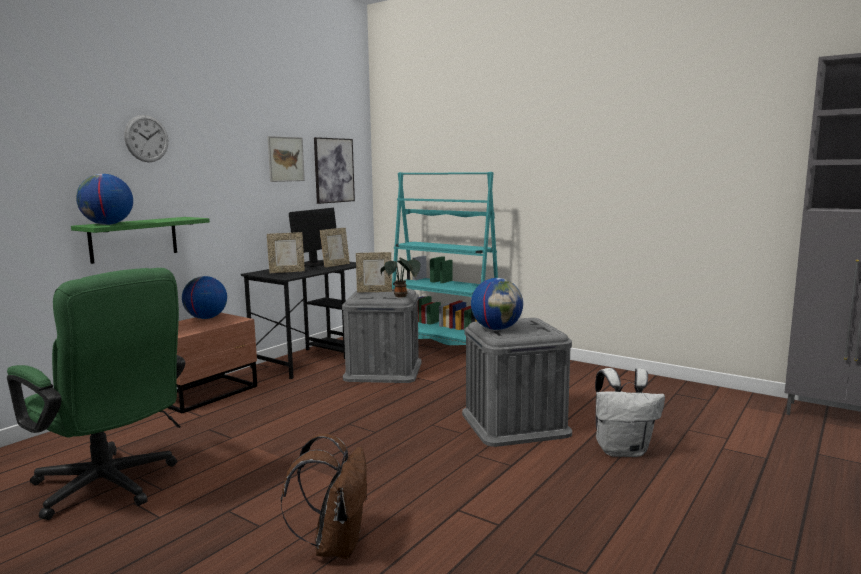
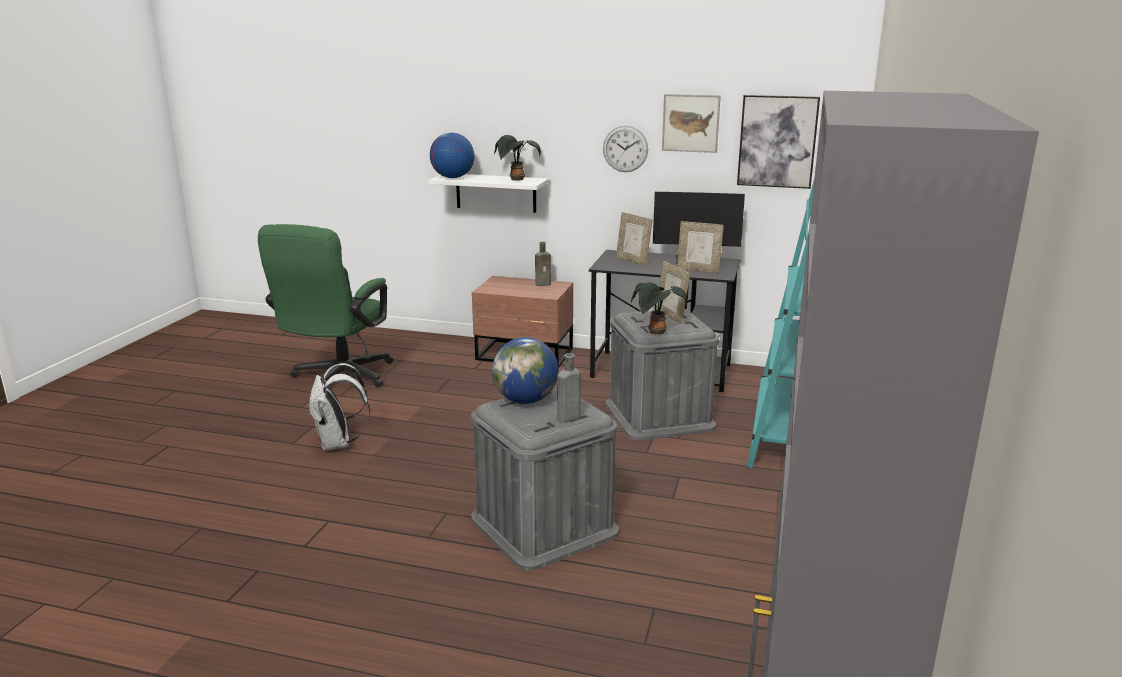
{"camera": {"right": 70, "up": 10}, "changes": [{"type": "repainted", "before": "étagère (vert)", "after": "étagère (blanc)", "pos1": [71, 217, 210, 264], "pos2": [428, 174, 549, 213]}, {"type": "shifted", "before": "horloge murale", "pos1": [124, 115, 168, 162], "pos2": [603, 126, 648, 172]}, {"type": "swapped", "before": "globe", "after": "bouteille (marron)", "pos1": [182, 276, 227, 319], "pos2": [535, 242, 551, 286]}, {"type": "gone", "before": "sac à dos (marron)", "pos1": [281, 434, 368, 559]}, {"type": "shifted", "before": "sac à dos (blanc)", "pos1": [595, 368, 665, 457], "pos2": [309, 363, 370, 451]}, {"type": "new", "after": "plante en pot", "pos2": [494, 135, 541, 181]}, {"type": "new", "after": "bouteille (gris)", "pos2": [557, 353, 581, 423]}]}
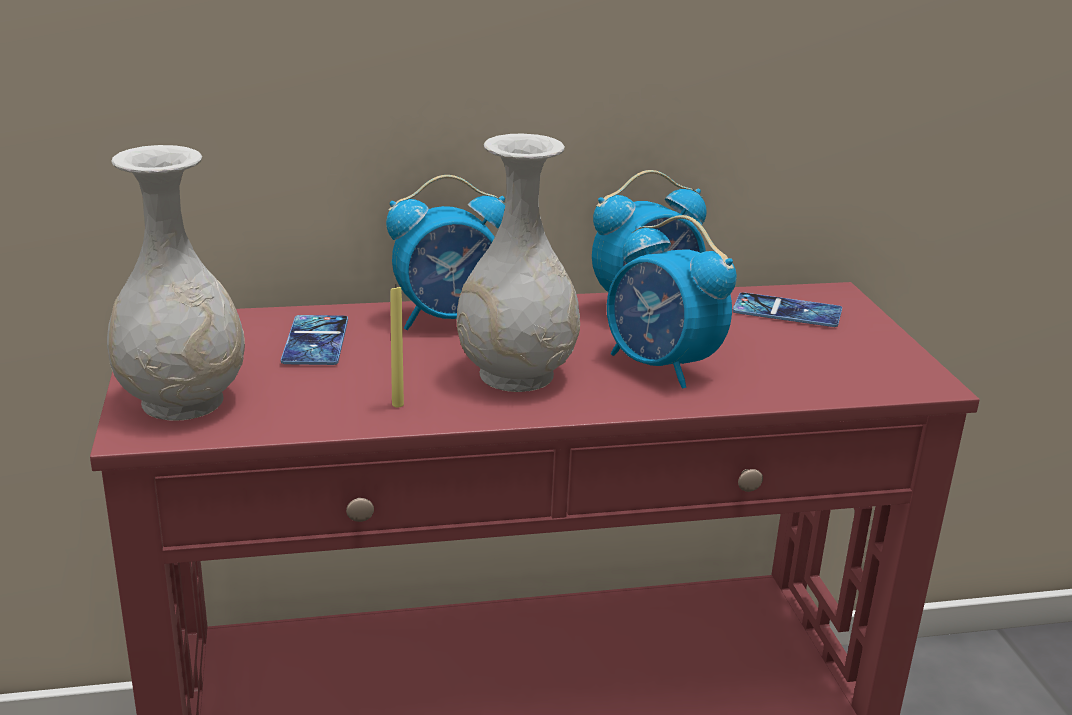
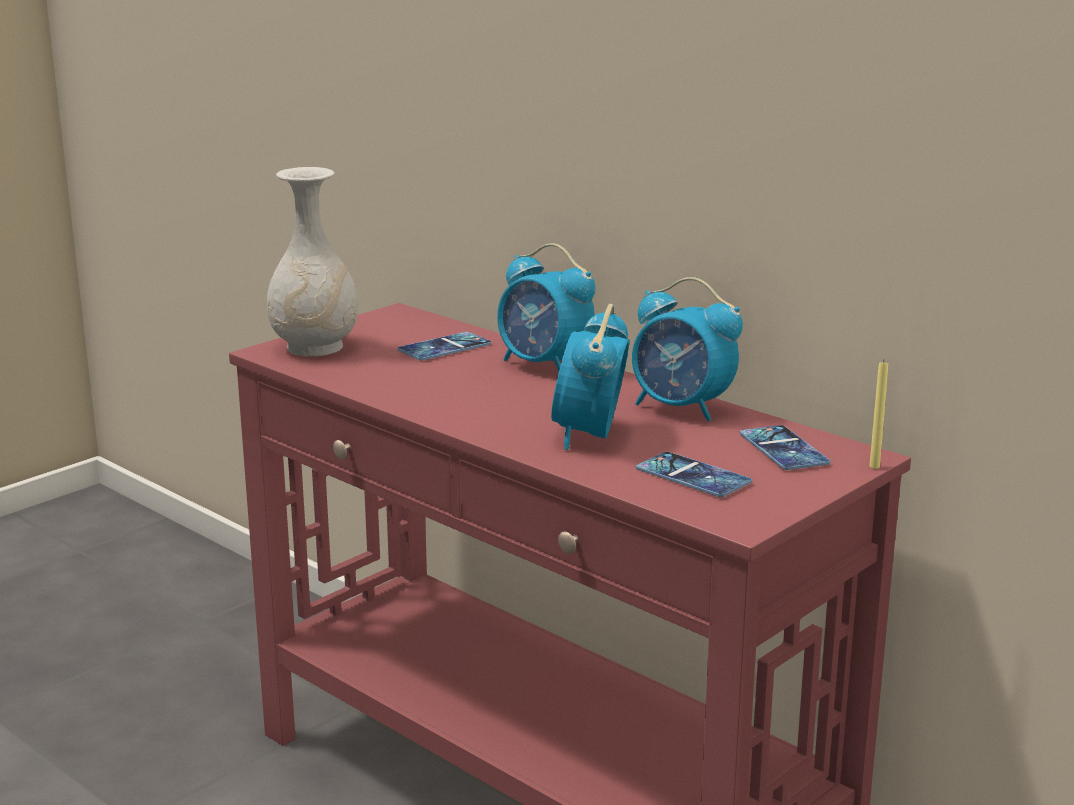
{"camera": {"right": 55, "up": -5}, "changes": [{"type": "shifted", "before": "bougie (jaune)", "pos1": [390, 284, 404, 408], "pos2": [869, 361, 888, 469]}, {"type": "gone", "before": "vase (blanc)", "pos1": [457, 134, 580, 392]}, {"type": "new", "after": "téléphone", "pos2": [636, 452, 752, 497]}]}
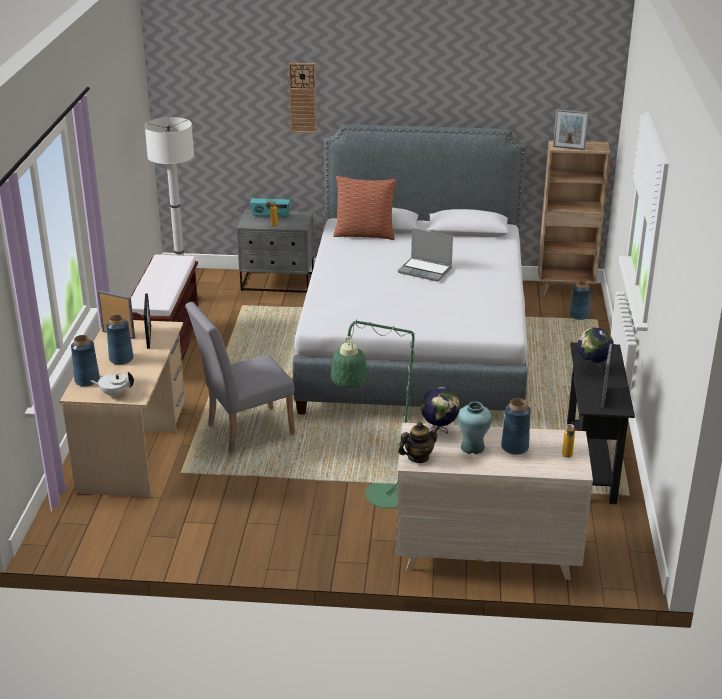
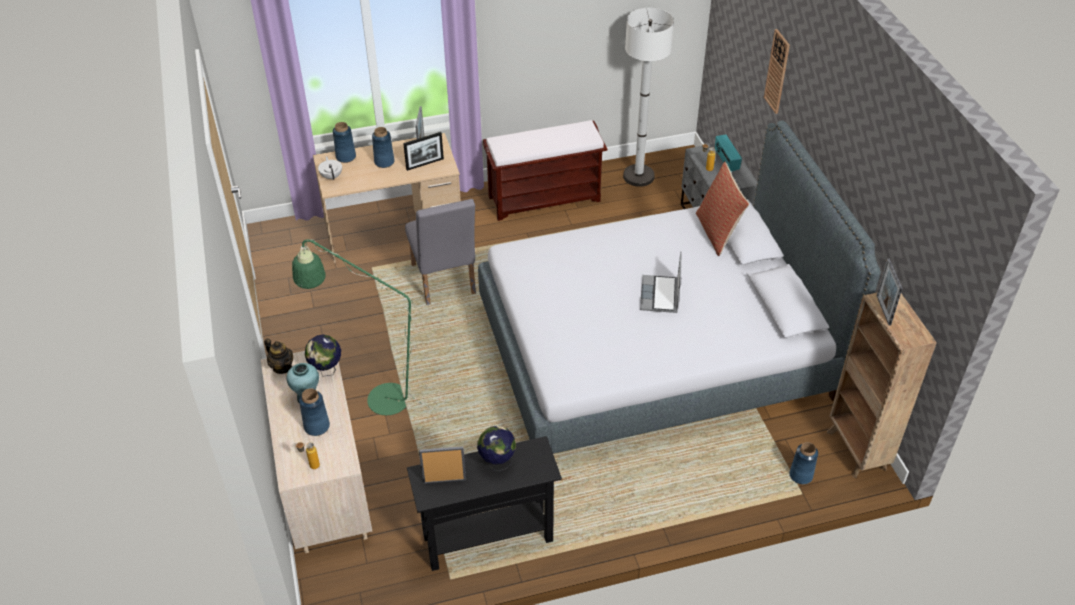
{"camera": {"right": 70, "up": 15}, "changes": [{"type": "rotated", "before": "chaise (gris)", "pos1": [185, 302, 295, 453], "pos2": [405, 199, 476, 305], "turn": -150}]}
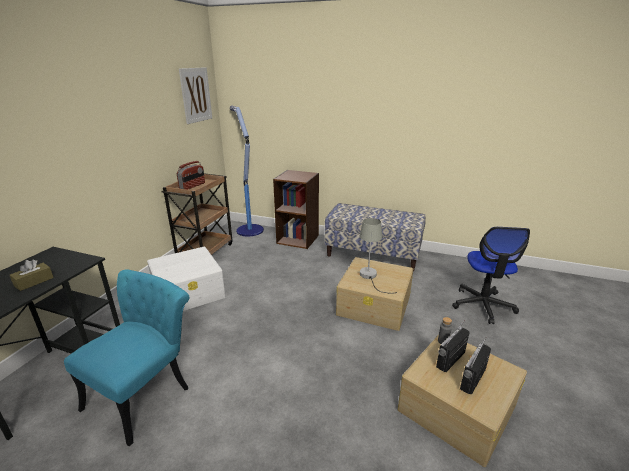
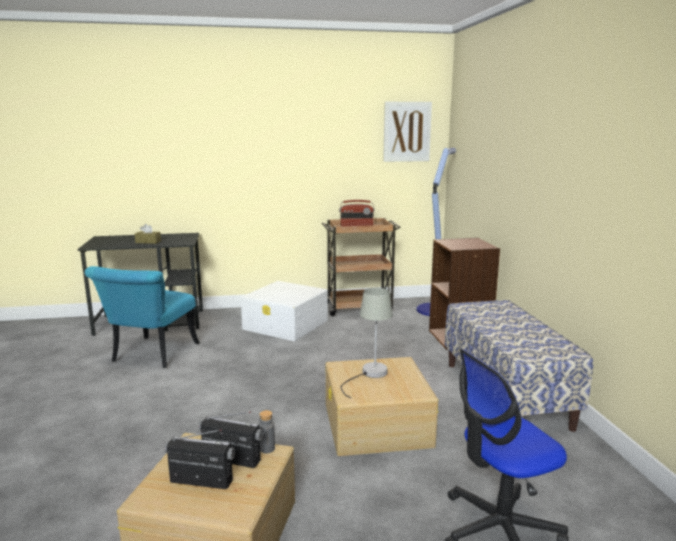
{"camera": {"right": 60, "up": -10}, "changes": [{"type": "rotated", "before": "chaise (turquoise)", "pos1": [64, 270, 190, 447], "pos2": [85, 266, 200, 368], "turn": 105}]}
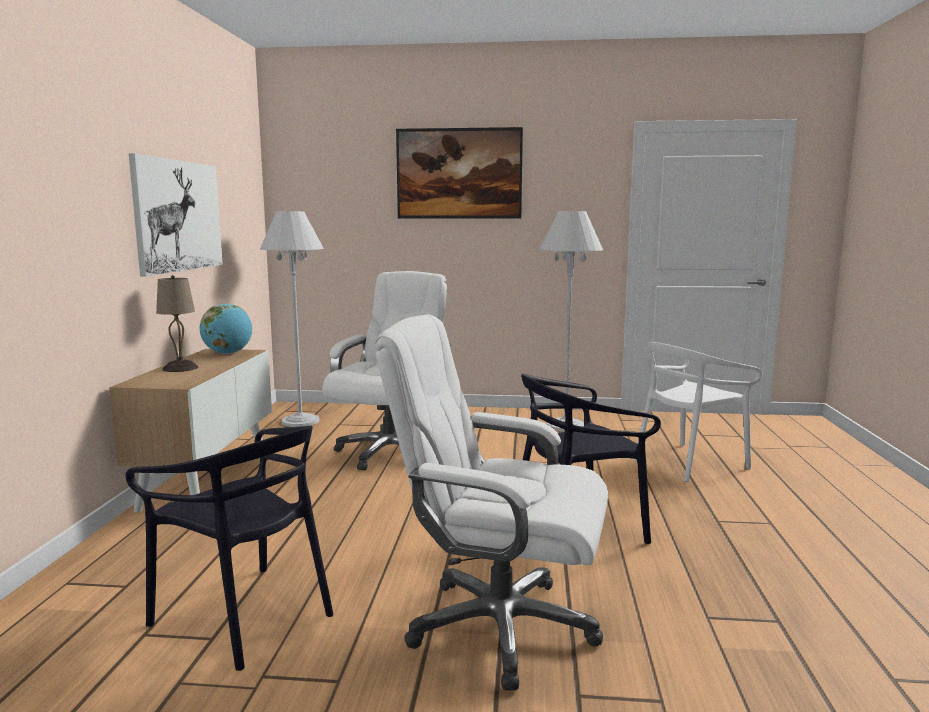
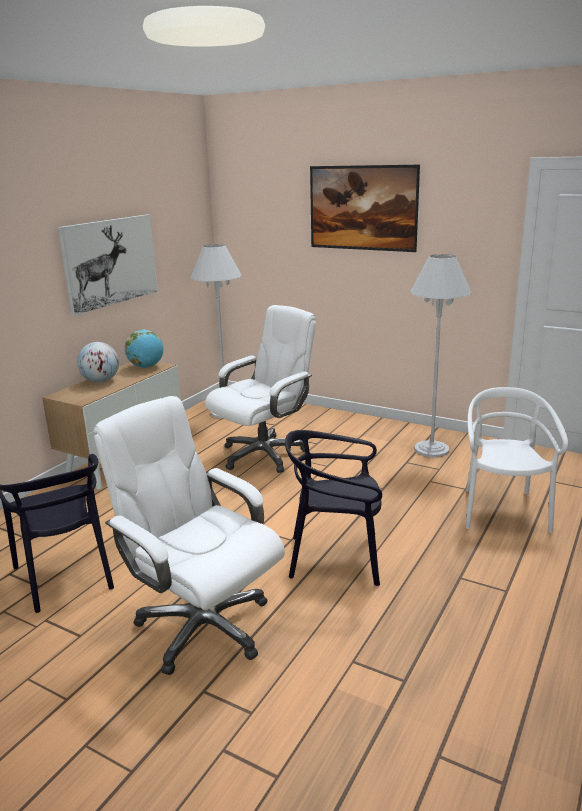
{"camera": {"right": 25, "up": 10}, "changes": [{"type": "swapped", "before": "lampe de table (beige)", "after": "globe", "pos1": [156, 275, 198, 372], "pos2": [77, 342, 119, 383]}, {"type": "rotated", "before": "chaise (blanc)", "pos1": [634, 342, 762, 482], "pos2": [466, 387, 568, 533], "turn": 105}]}
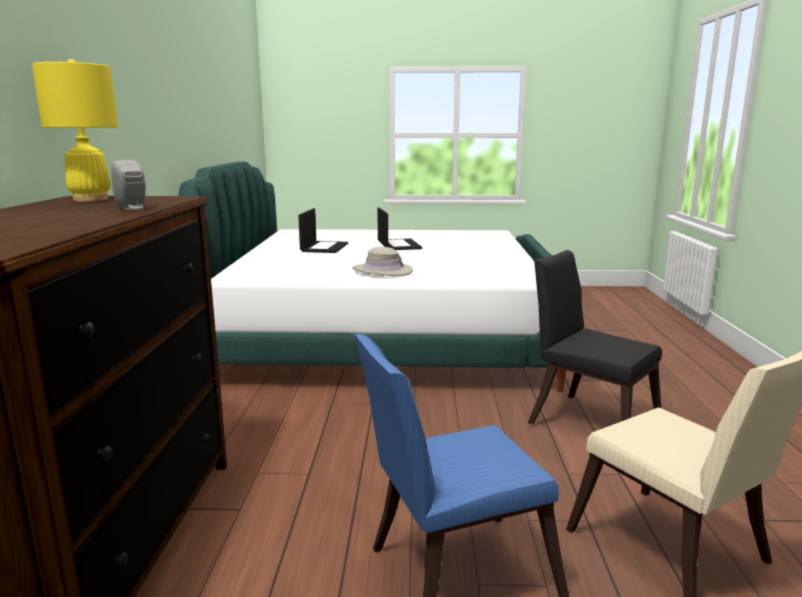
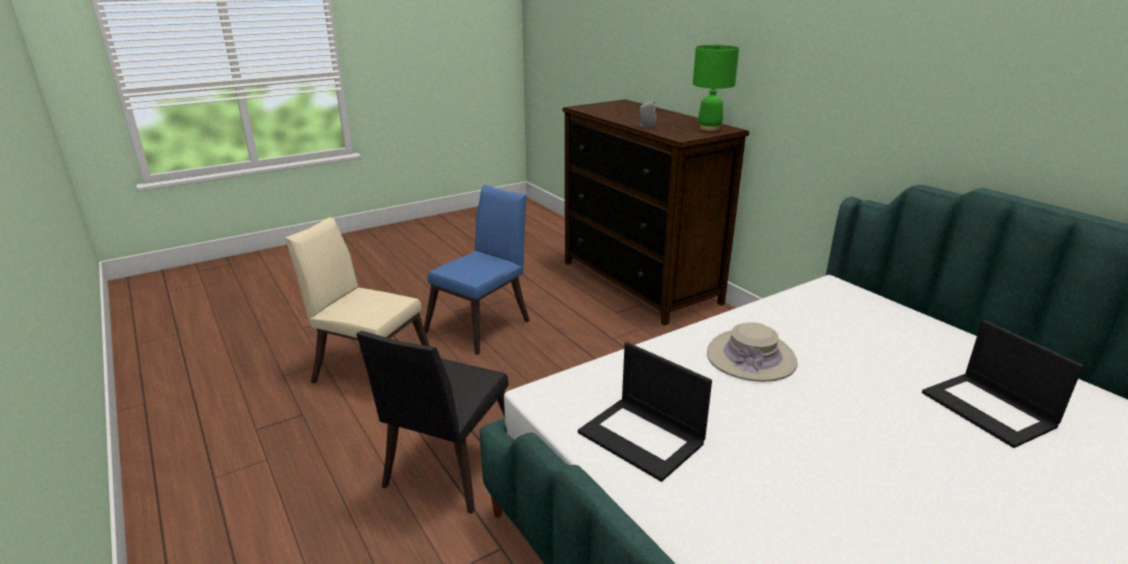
{"camera": {"right": 145, "up": 10}, "changes": [{"type": "repainted", "before": "lampe de table (jaune)", "after": "lampe de table (vert)", "pos1": [32, 59, 118, 202], "pos2": [693, 44, 739, 131]}, {"type": "shifted", "before": "ordinateur portable", "pos1": [377, 207, 422, 250], "pos2": [578, 342, 712, 482]}, {"type": "rotated", "before": "chaise (noir)", "pos1": [528, 250, 662, 424], "pos2": [356, 331, 509, 514], "turn": 105}]}
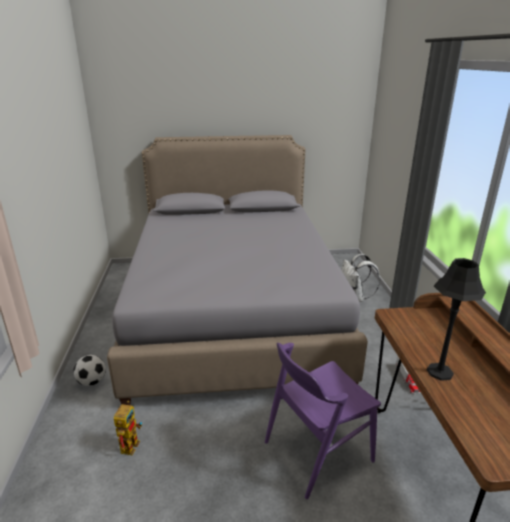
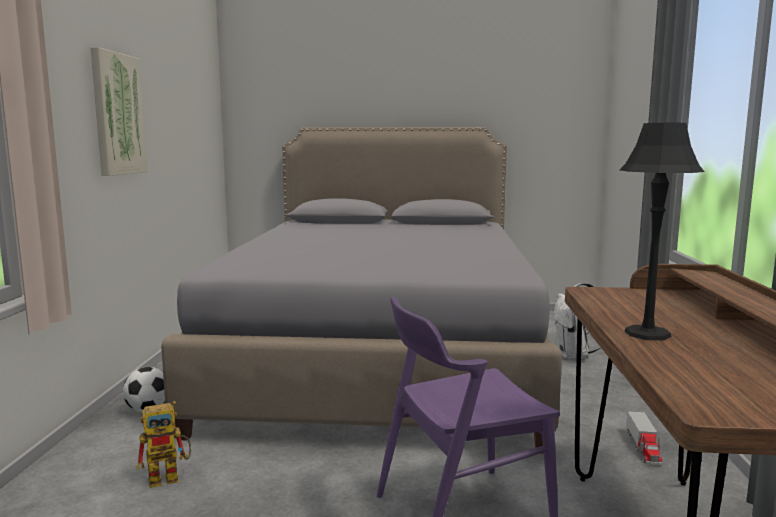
{"camera": {"right": 10, "up": -15}, "changes": [{"type": "rotated", "before": "robot jouet", "pos1": [114, 401, 142, 455], "pos2": [136, 401, 191, 488], "turn": 45}, {"type": "new", "after": "tableau", "pos2": [91, 47, 148, 176]}]}
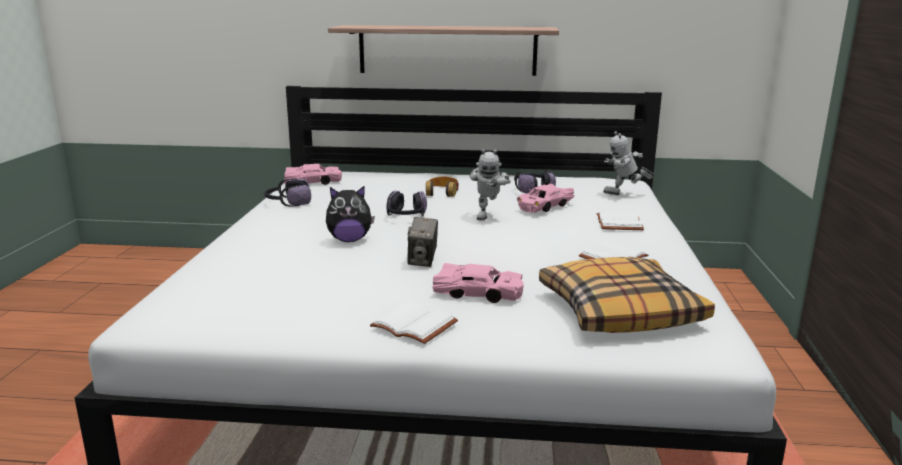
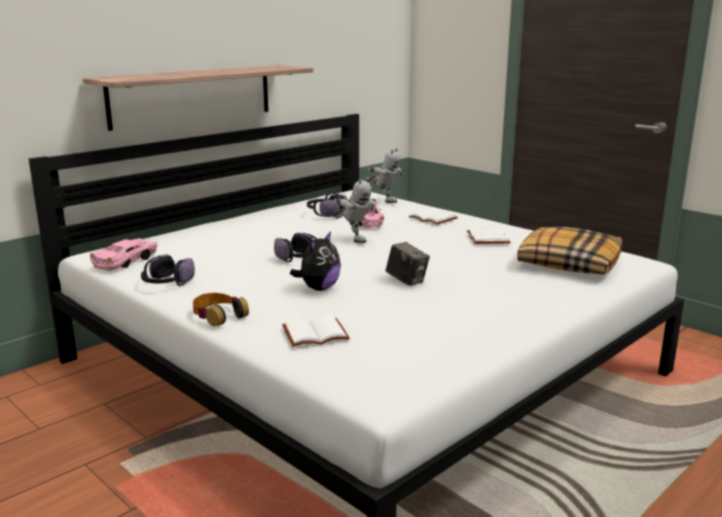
{"camera": {"right": -50, "up": 0}, "changes": [{"type": "shifted", "before": "livre (blanc)", "pos1": [370, 302, 458, 344], "pos2": [282, 315, 350, 347]}, {"type": "shifted", "before": "casque audio", "pos1": [426, 177, 459, 197], "pos2": [193, 293, 249, 326]}, {"type": "gone", "before": "petite voiture (rose)", "pos1": [432, 263, 524, 303]}, {"type": "rotated", "before": "robot jouet", "pos1": [603, 131, 655, 195], "pos2": [365, 148, 404, 203], "turn": -90}]}
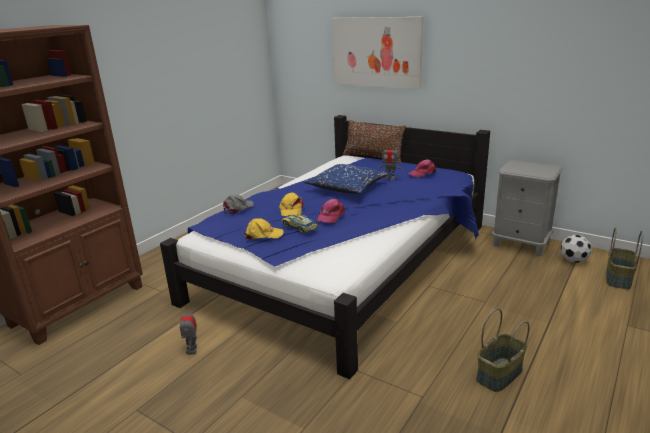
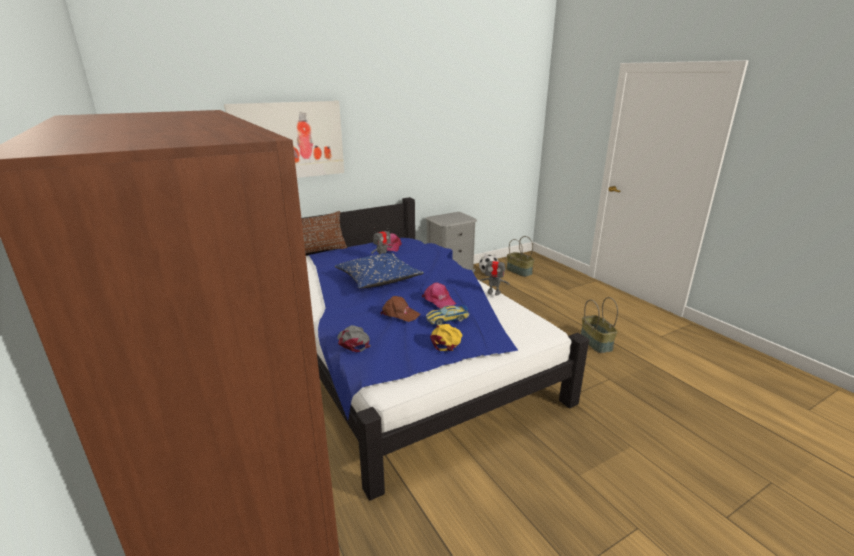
{"camera": {"right": -65, "up": 0}, "changes": [{"type": "shifted", "before": "robot jouet", "pos1": [180, 304, 197, 355], "pos2": [480, 254, 510, 295]}, {"type": "repainted", "before": "casquette (jaune)", "after": "casquette (marron)", "pos1": [279, 193, 304, 216], "pos2": [381, 296, 420, 322]}]}
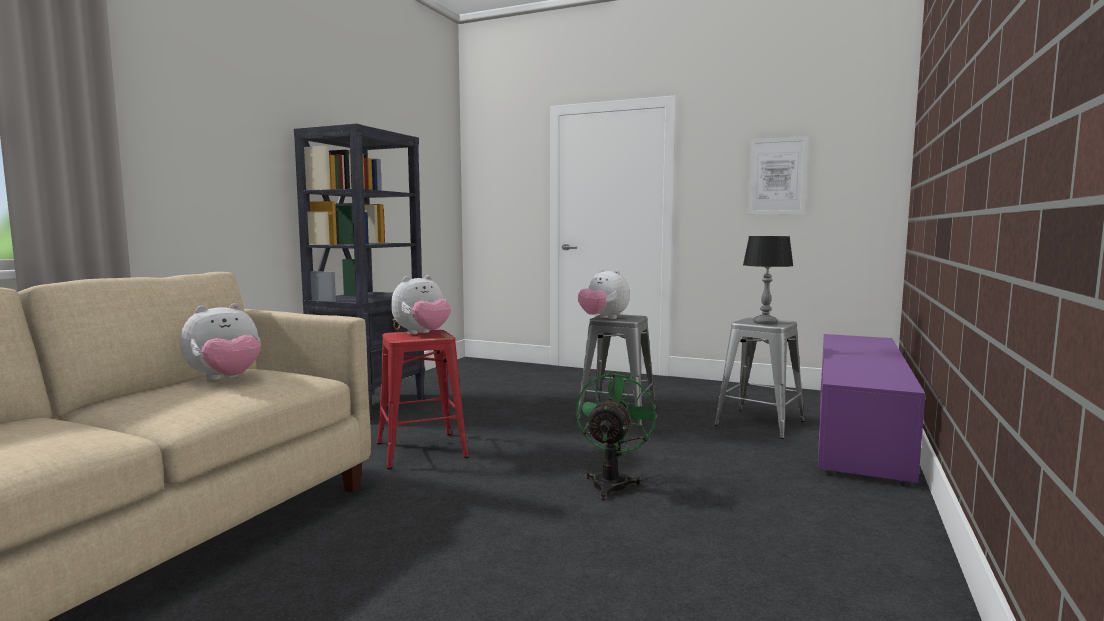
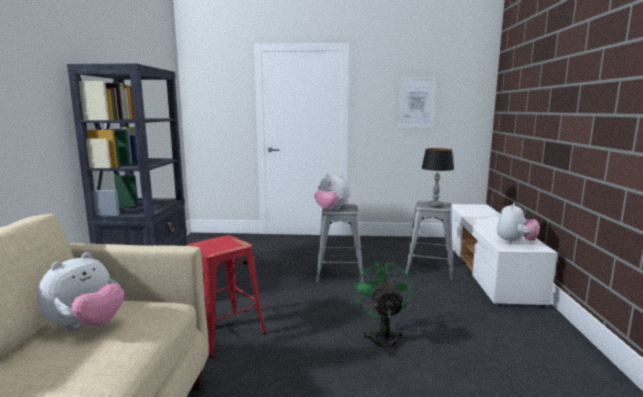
{"camera": {"right": -20, "up": 5}, "changes": [{"type": "shifted", "before": "peluche", "pos1": [391, 275, 451, 334], "pos2": [496, 203, 540, 244]}, {"type": "repainted", "before": "meuble télé (violet)", "after": "meuble télé (blanc)", "pos1": [818, 334, 925, 487], "pos2": [452, 204, 557, 308]}]}
